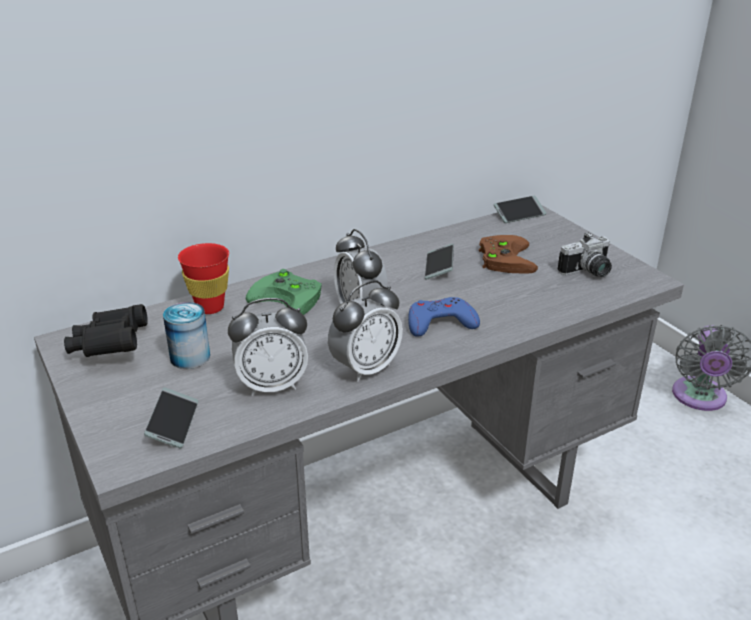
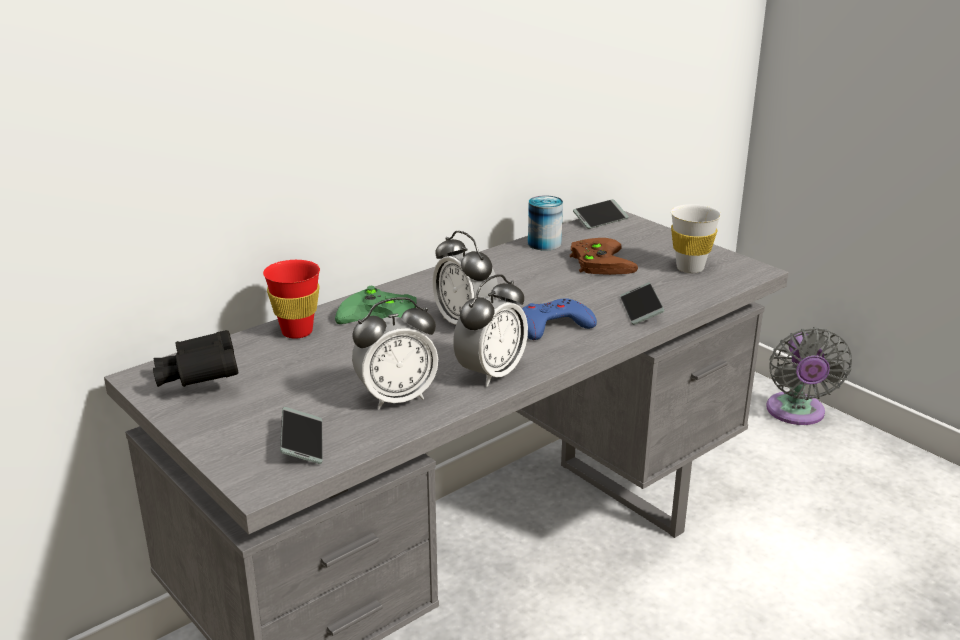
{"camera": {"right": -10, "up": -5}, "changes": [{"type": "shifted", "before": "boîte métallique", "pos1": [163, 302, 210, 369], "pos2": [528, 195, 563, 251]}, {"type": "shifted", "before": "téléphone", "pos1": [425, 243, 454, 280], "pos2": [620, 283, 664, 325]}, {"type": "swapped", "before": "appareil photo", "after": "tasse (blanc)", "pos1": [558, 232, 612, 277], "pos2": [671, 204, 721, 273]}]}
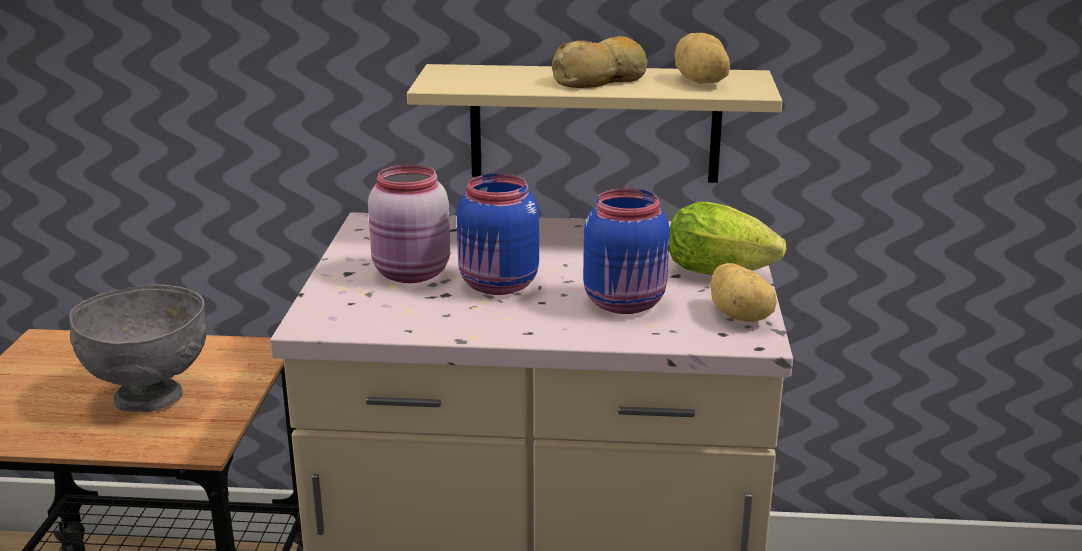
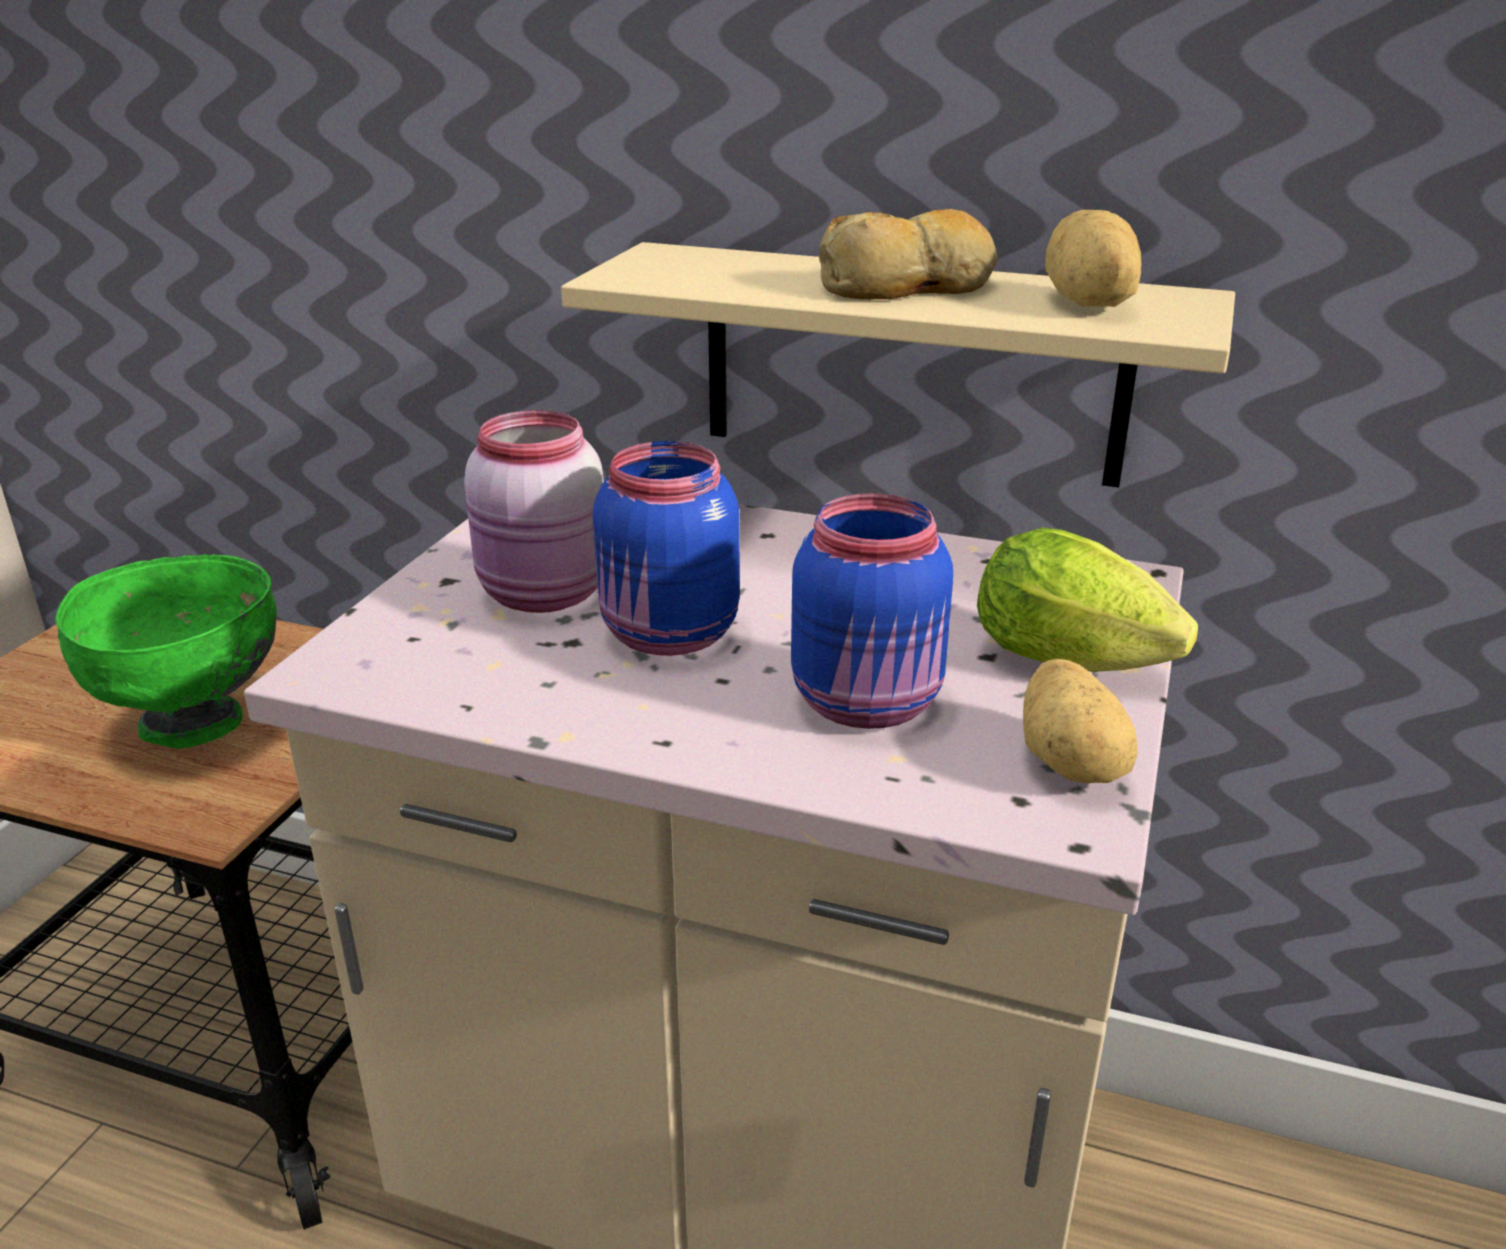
{"camera": {"right": 15, "up": 5}, "changes": [{"type": "repainted", "before": "bol (gris)", "after": "bol (vert)", "pos1": [69, 284, 207, 412], "pos2": [55, 554, 276, 749]}]}
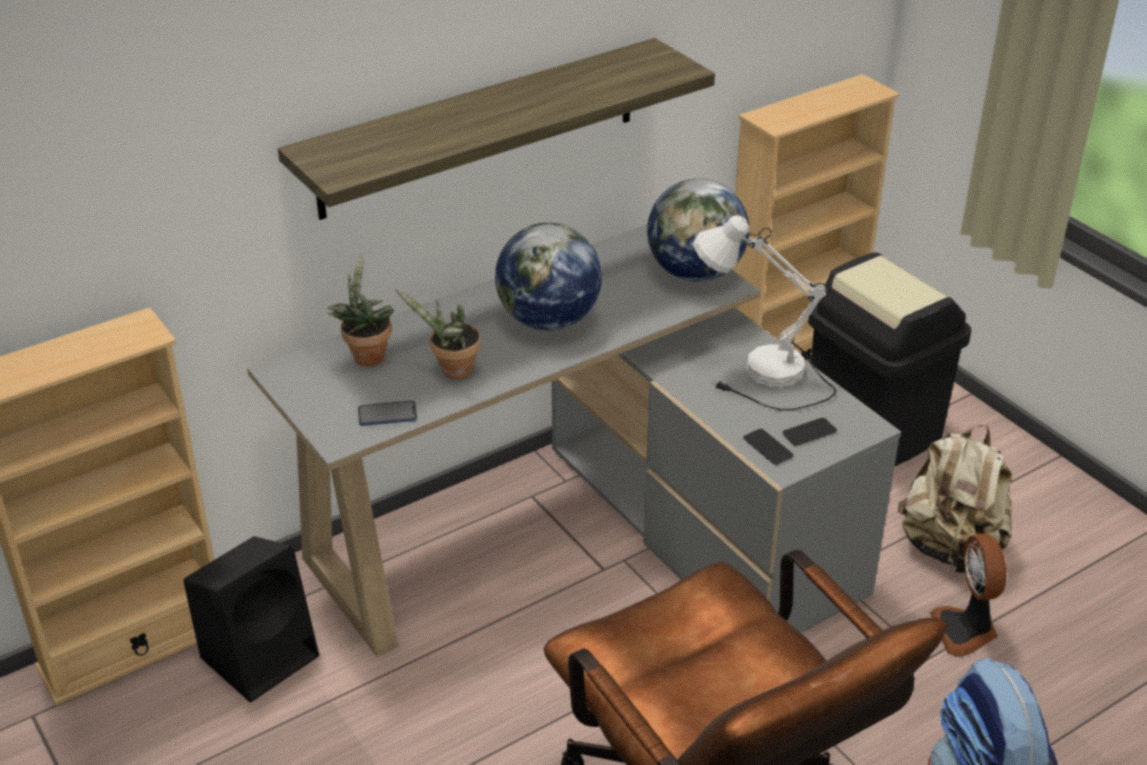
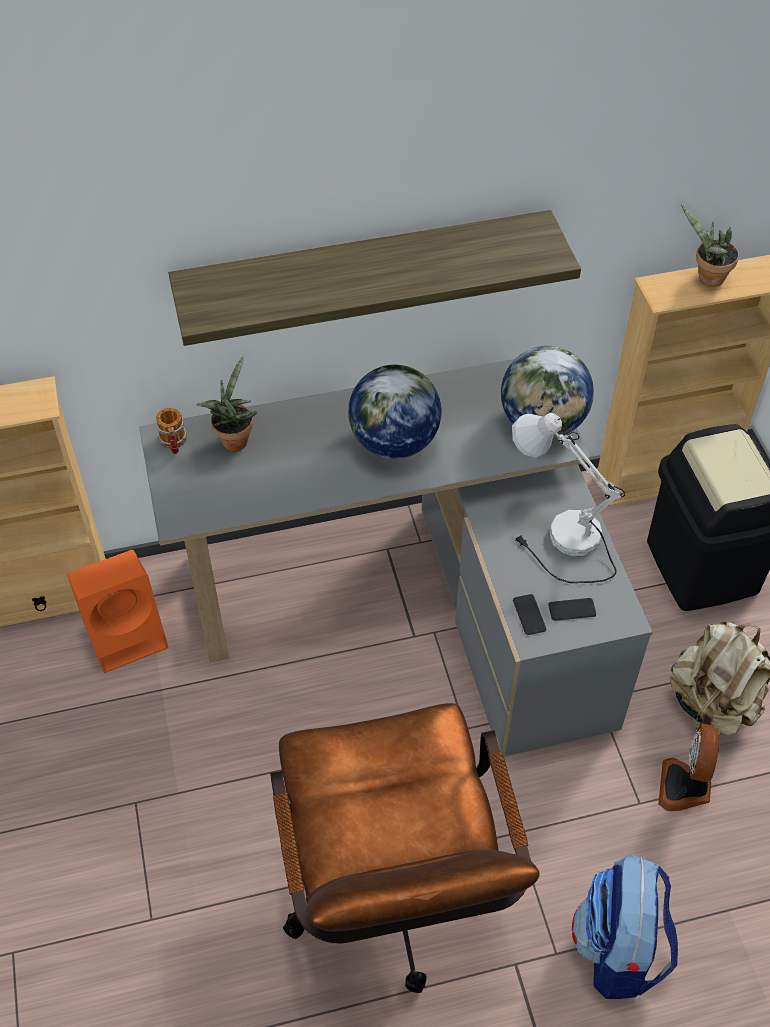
{"camera": {"right": 20, "up": 15}, "changes": [{"type": "repainted", "before": "enceinte (noir)", "after": "enceinte (orange)", "pos1": [183, 536, 319, 702], "pos2": [67, 550, 168, 673]}, {"type": "gone", "before": "téléphone", "pos1": [358, 400, 417, 426]}, {"type": "shifted", "before": "plante en pot", "pos1": [395, 289, 480, 379], "pos2": [681, 204, 739, 287]}, {"type": "new", "after": "mug", "pos2": [156, 408, 187, 454]}]}
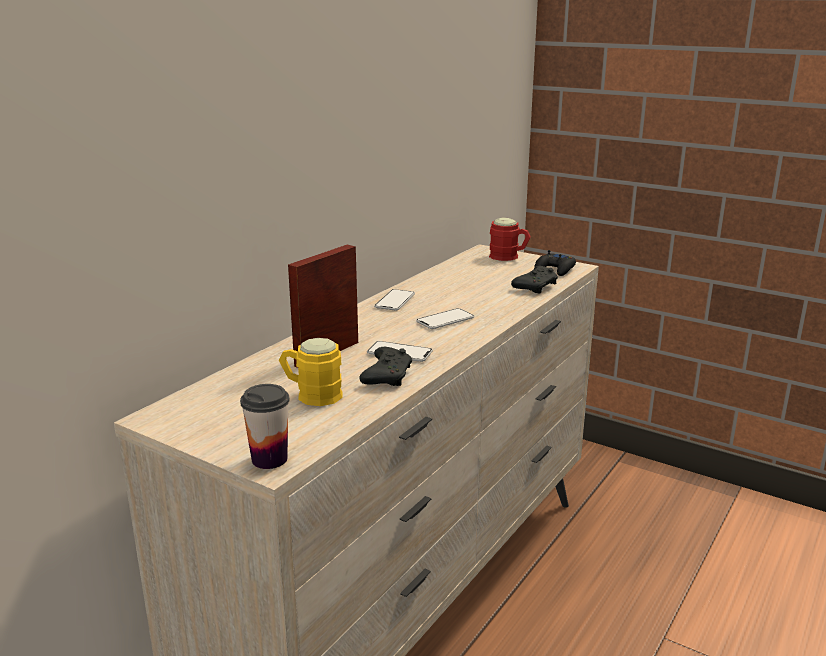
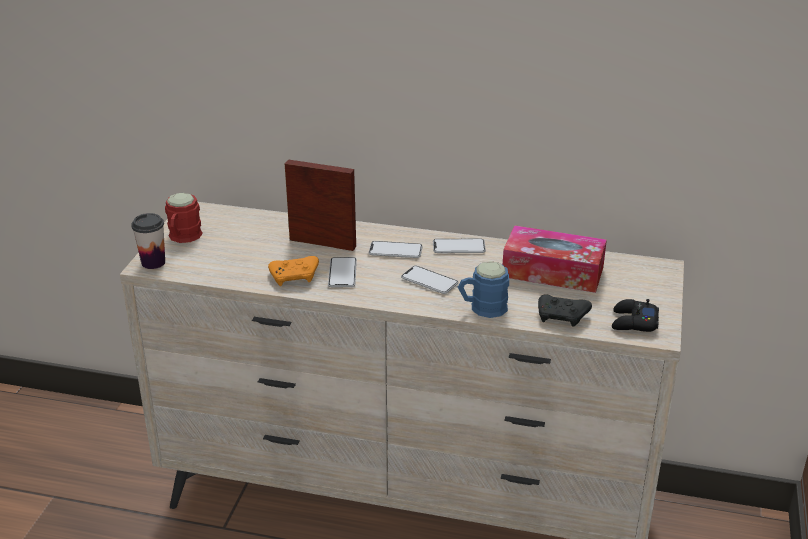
{"camera": {"right": 70, "up": 10}, "changes": [{"type": "gone", "before": "mug (jaune)", "pos1": [279, 338, 343, 406]}, {"type": "repainted", "before": "manette (noir)", "after": "manette (orange)", "pos1": [360, 347, 412, 386], "pos2": [268, 256, 319, 286]}, {"type": "shifted", "before": "mug (rouge)", "pos1": [489, 218, 531, 261], "pos2": [165, 193, 203, 243]}, {"type": "new", "after": "téléphone", "pos2": [369, 241, 423, 258]}, {"type": "new", "after": "mug (bleu)", "pos2": [458, 261, 509, 318]}, {"type": "new", "after": "boîte à mouchoirs", "pos2": [503, 225, 607, 293]}]}
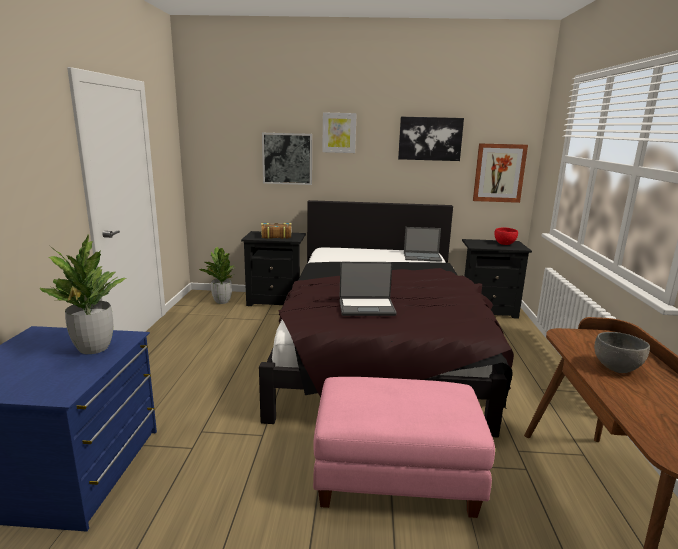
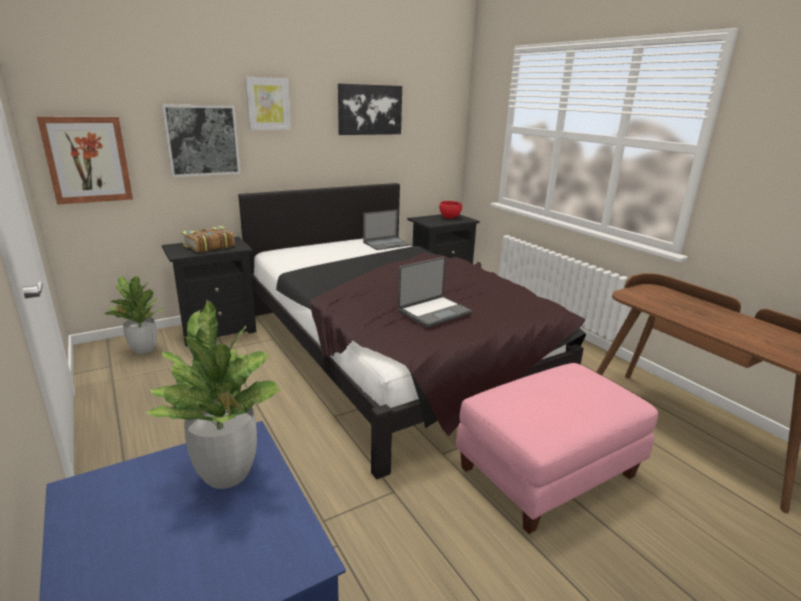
{"camera": {"right": -35, "up": 5}, "changes": [{"type": "shifted", "before": "tableau", "pos1": [473, 143, 528, 203], "pos2": [37, 117, 133, 205]}, {"type": "gone", "before": "bol (gris)", "pos1": [594, 332, 650, 373]}]}
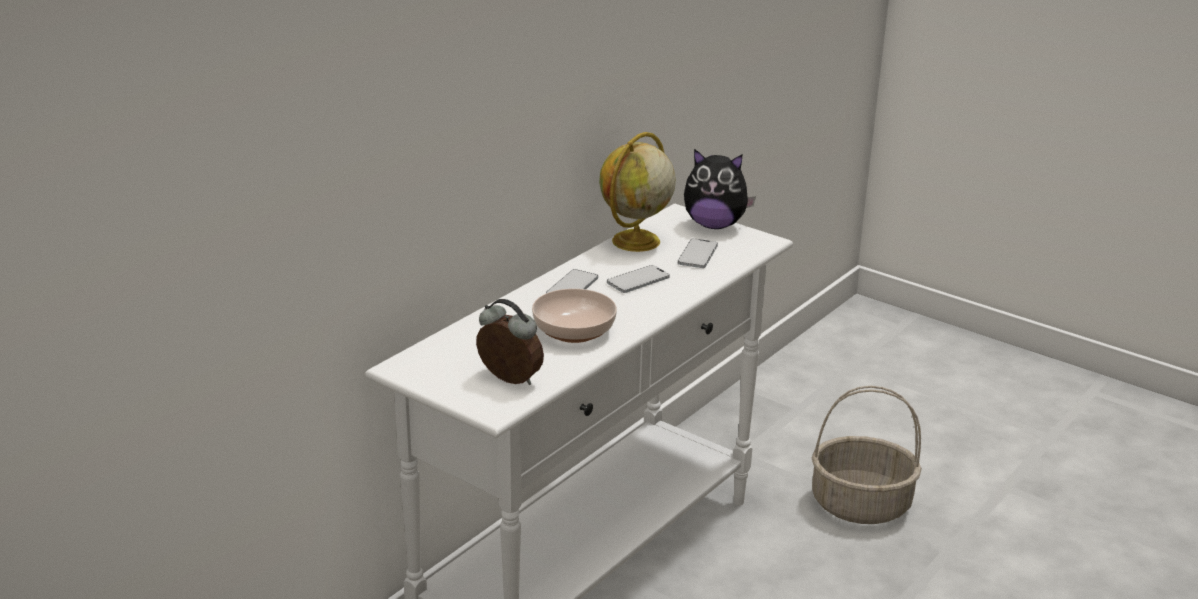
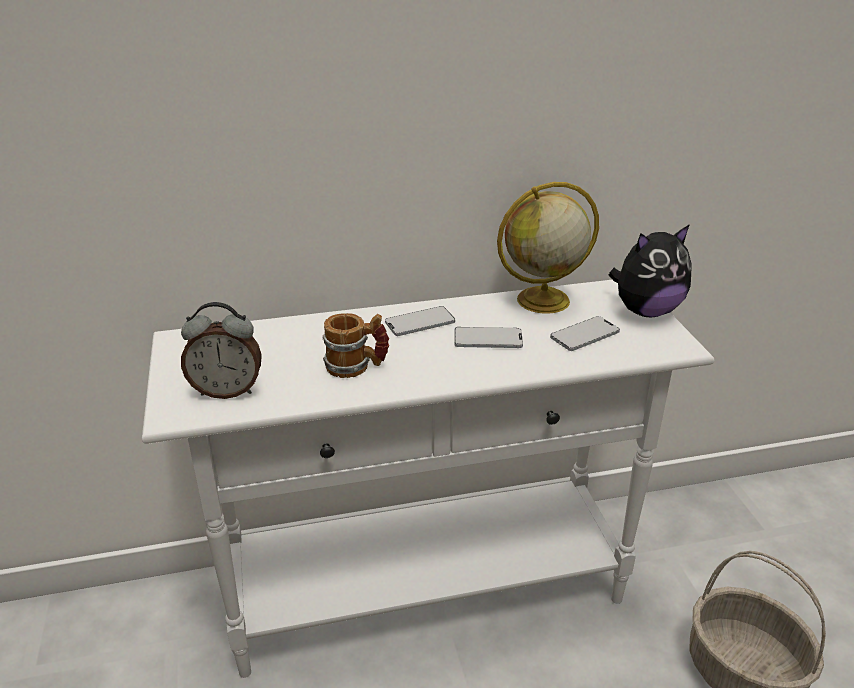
{"camera": {"right": 40, "up": 5}, "changes": [{"type": "rotated", "before": "réveil", "pos1": [476, 299, 544, 385], "pos2": [181, 302, 262, 399], "turn": 105}, {"type": "swapped", "before": "bol", "after": "mug", "pos1": [532, 288, 617, 343], "pos2": [322, 313, 389, 378]}, {"type": "rotated", "before": "peluche", "pos1": [684, 149, 756, 229], "pos2": [609, 224, 692, 317], "turn": -75}]}
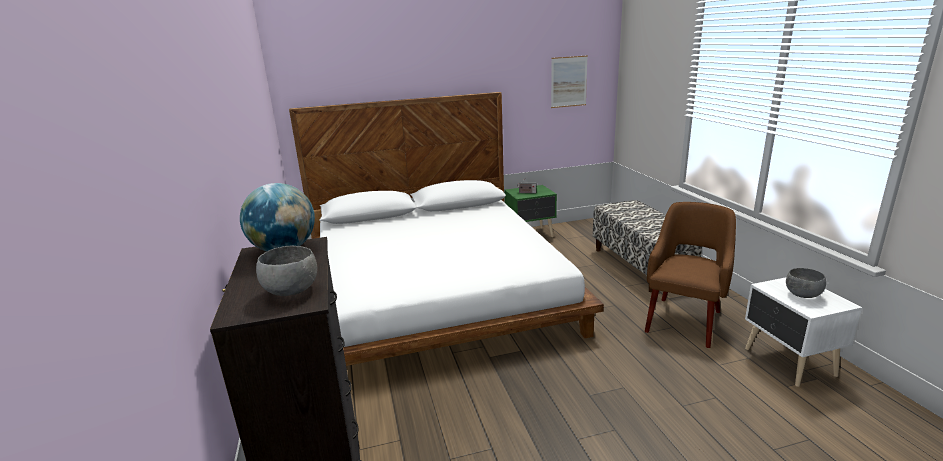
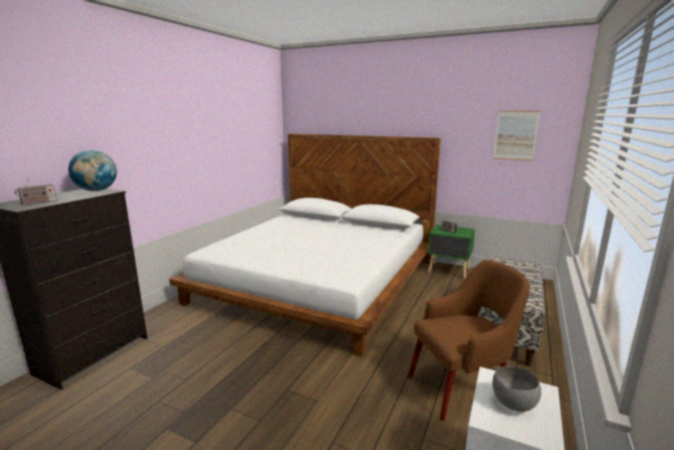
{"camera": {"right": 40, "up": -5}, "changes": [{"type": "swapped", "before": "bol (gris)", "after": "radio", "pos1": [256, 246, 317, 296], "pos2": [15, 178, 57, 206]}]}
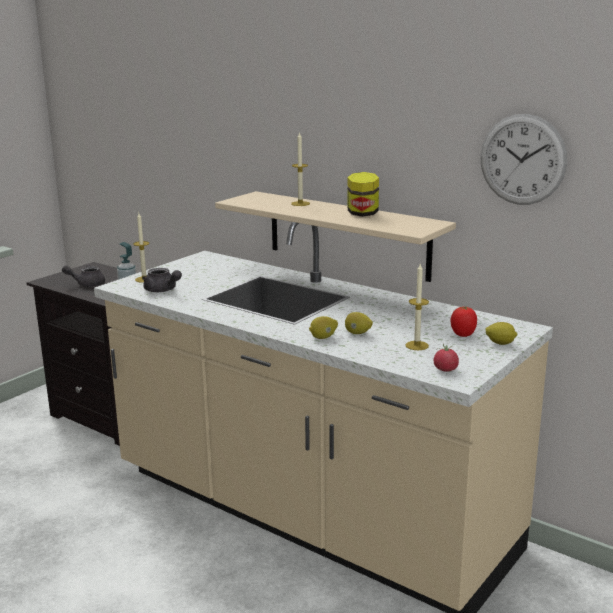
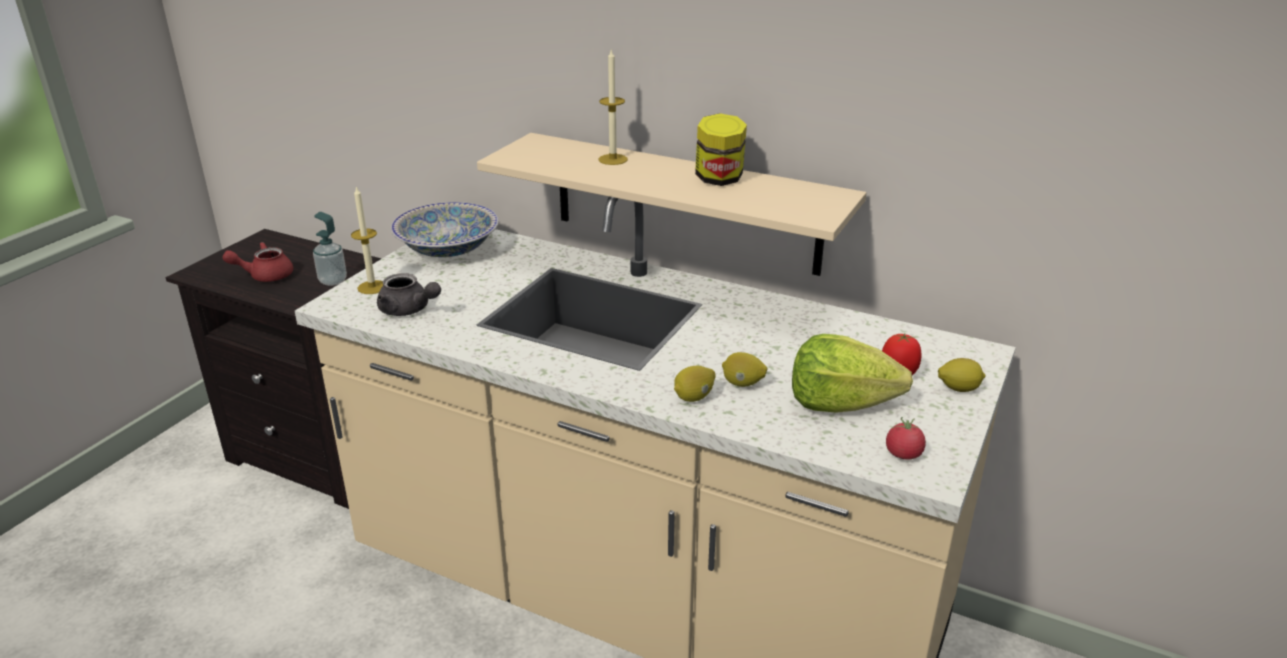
{"camera": {"right": -10, "up": 10}, "changes": [{"type": "repainted", "before": "théière (gris)", "after": "théière (rouge)", "pos1": [62, 264, 105, 287], "pos2": [222, 242, 293, 282]}, {"type": "swapped", "before": "bougie", "after": "laitue", "pos1": [405, 264, 429, 350], "pos2": [792, 334, 913, 413]}, {"type": "gone", "before": "horloge murale", "pos1": [480, 114, 567, 205]}, {"type": "new", "after": "bol", "pos2": [391, 202, 499, 257]}]}
